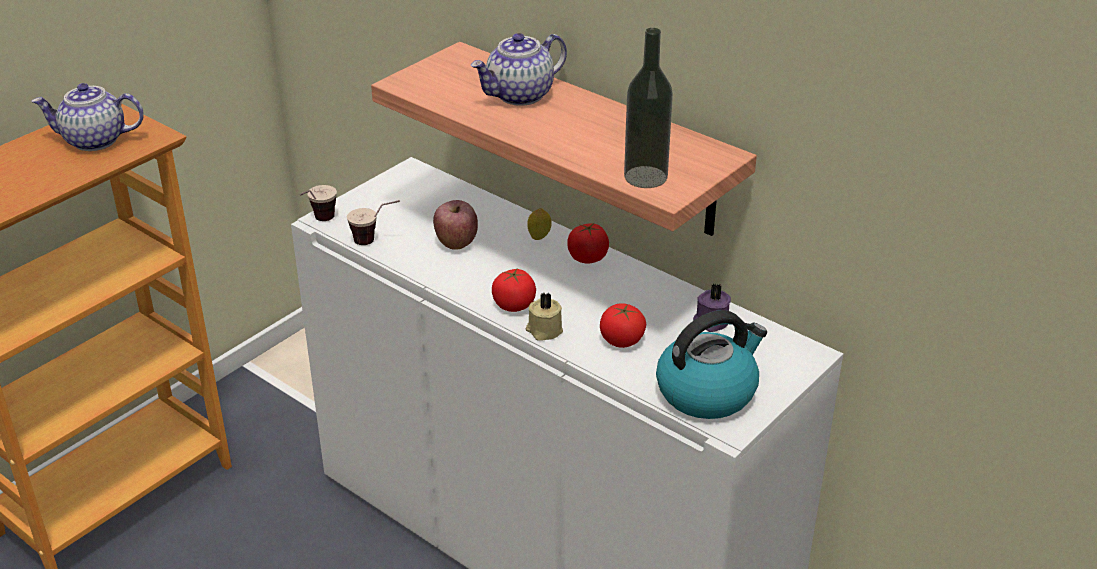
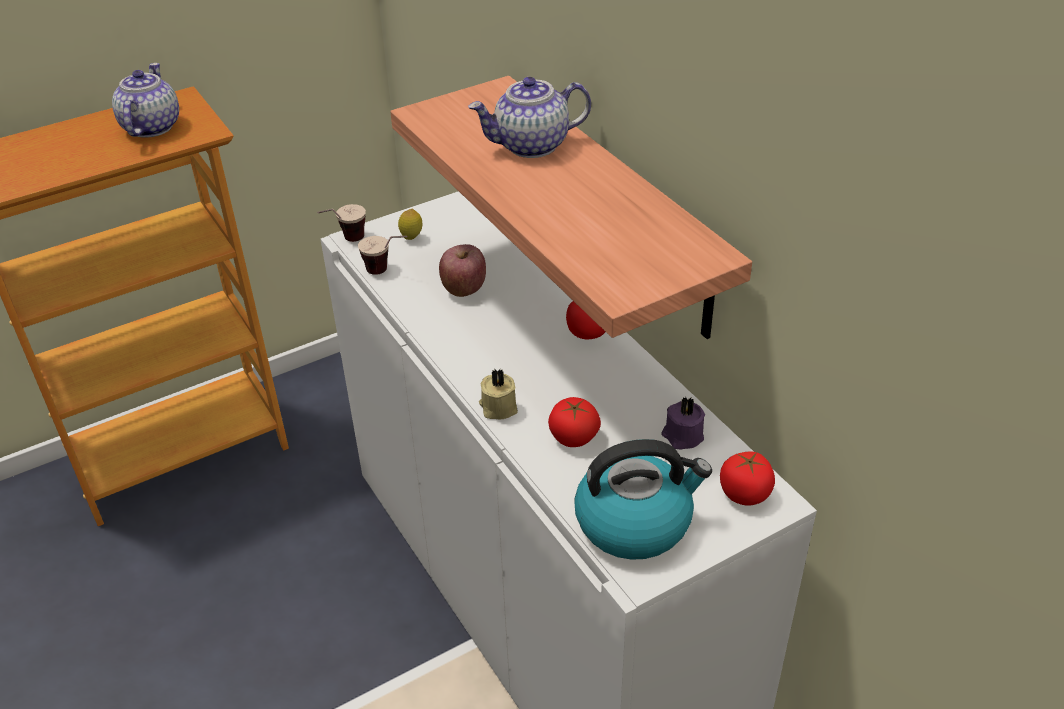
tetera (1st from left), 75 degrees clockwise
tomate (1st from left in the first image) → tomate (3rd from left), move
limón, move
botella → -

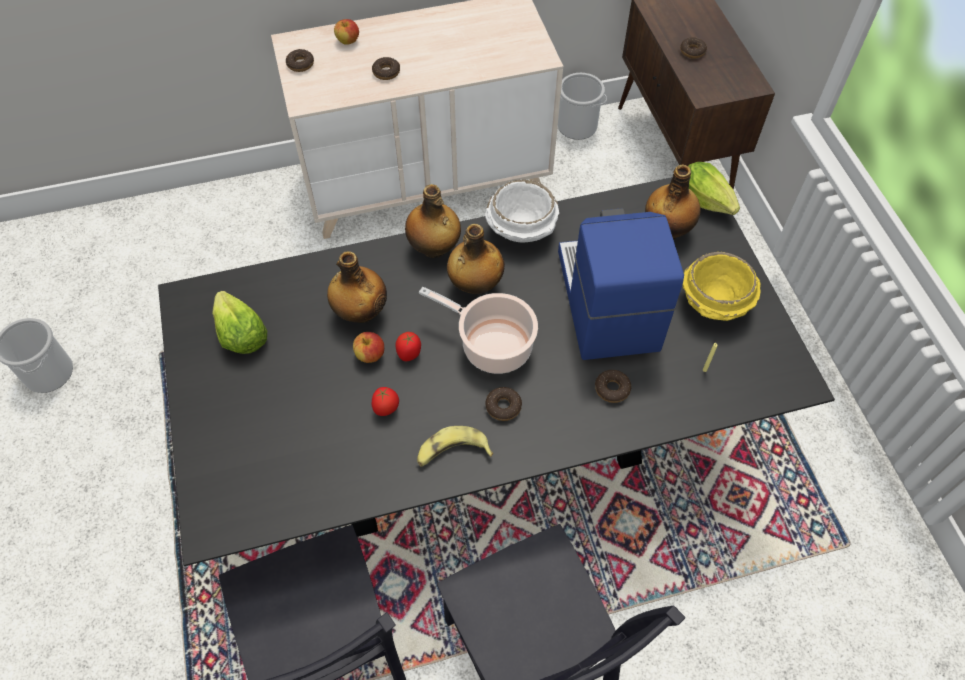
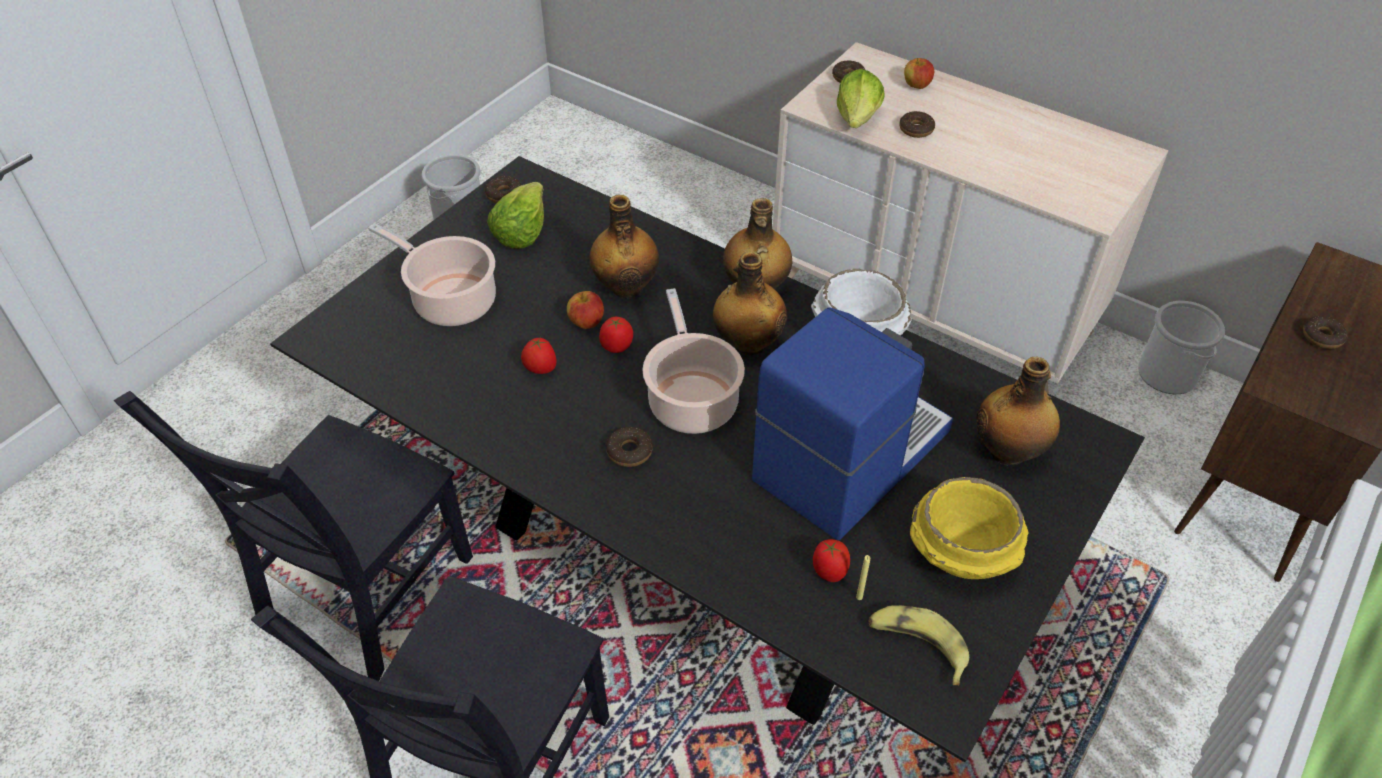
plátano, move
rosquilla (4th from left in the first image) → rosquilla (1st from left), move
lechuga (2nd from left), move
- → olla (1st from left)
- → tomate (3rd from left)

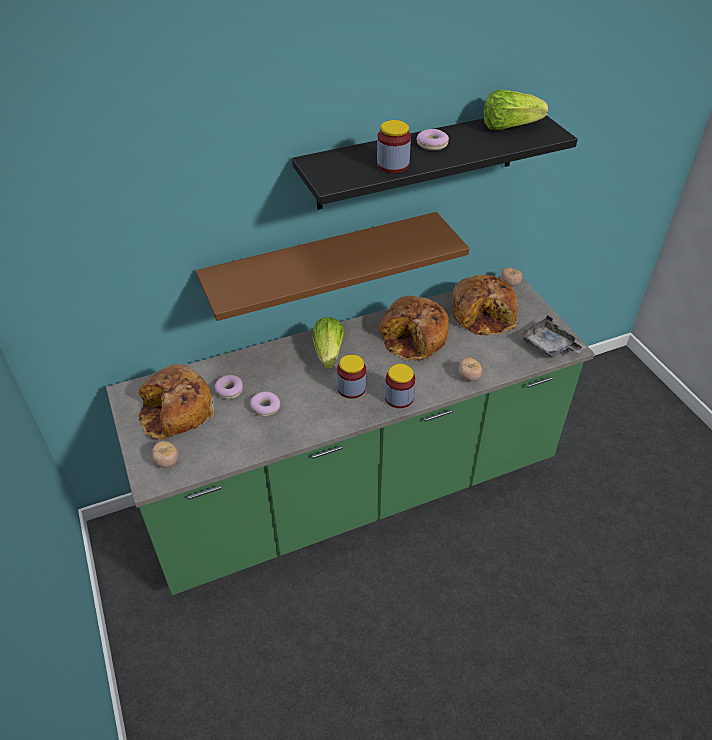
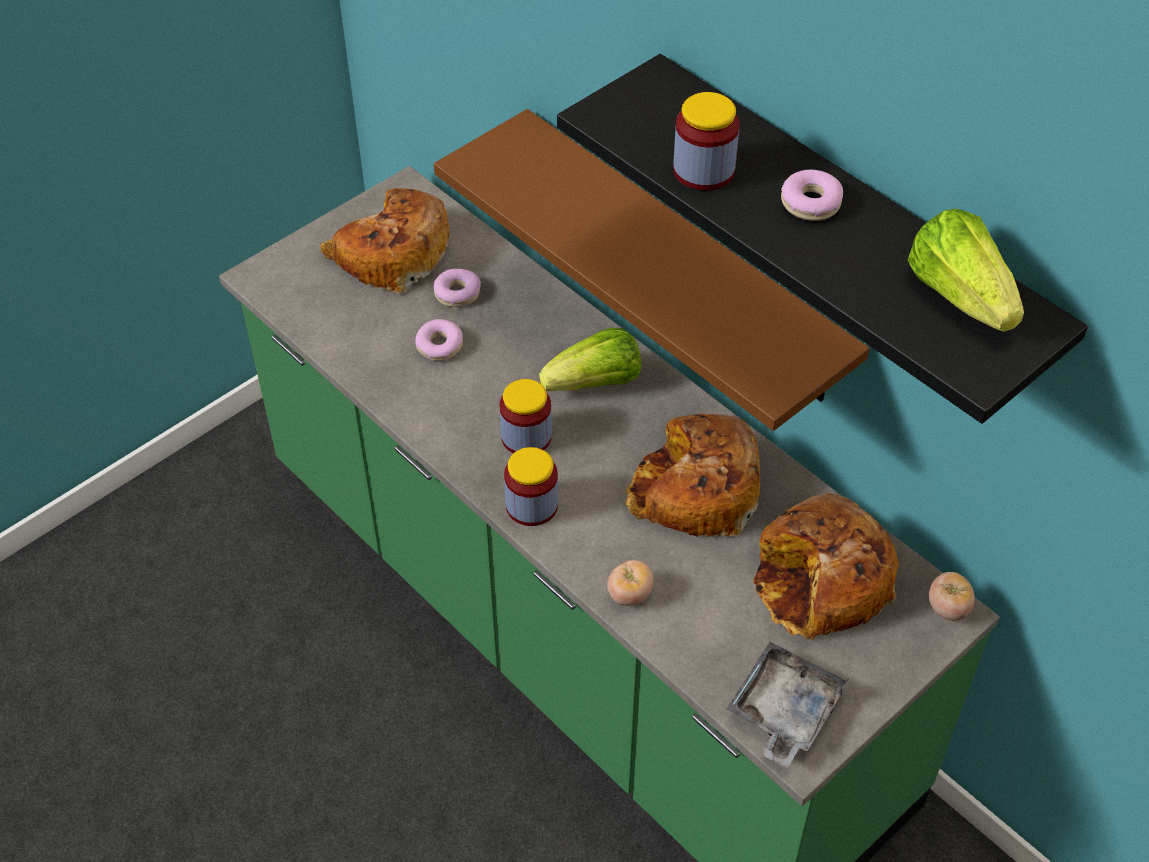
tomate (1st from left) → -

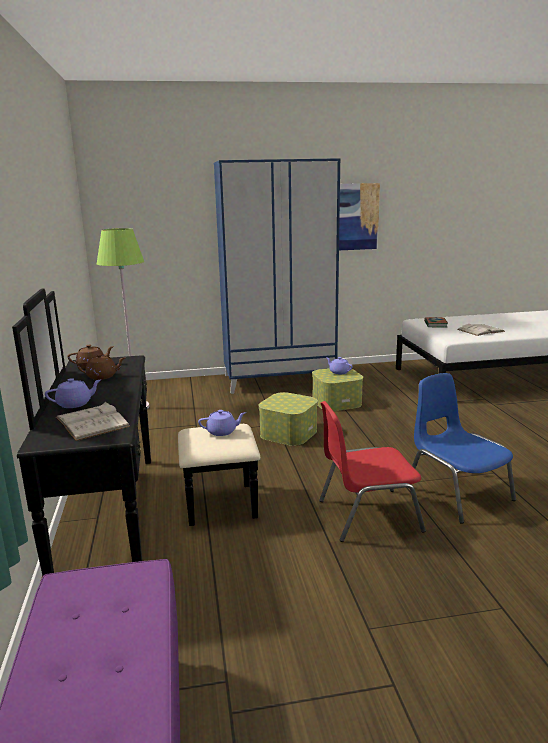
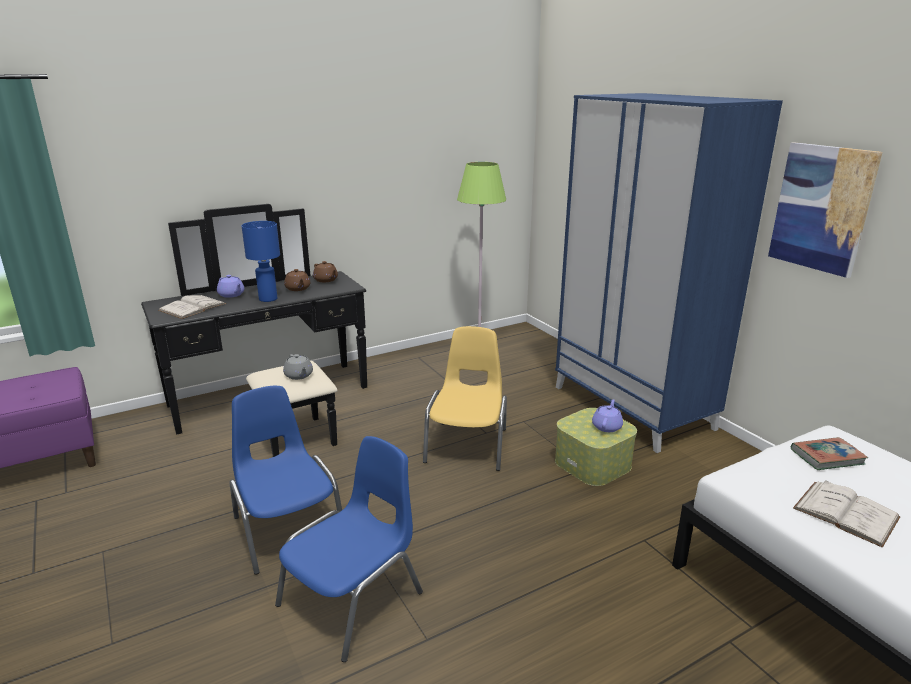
tetera (morado) (2nd from left) → tetera (gris)
caja de almacenaje (1st from left) → silla (amarillo)
silla (rojo) → silla (azul) (1st from left)
- → lámpara de mesa (azul)

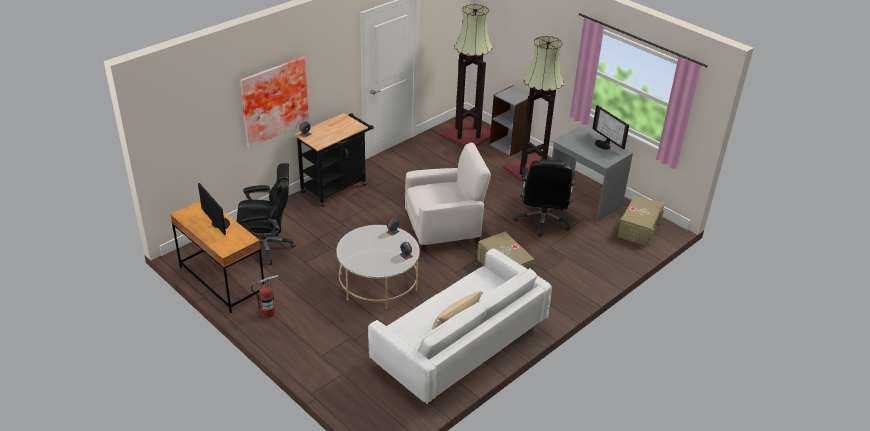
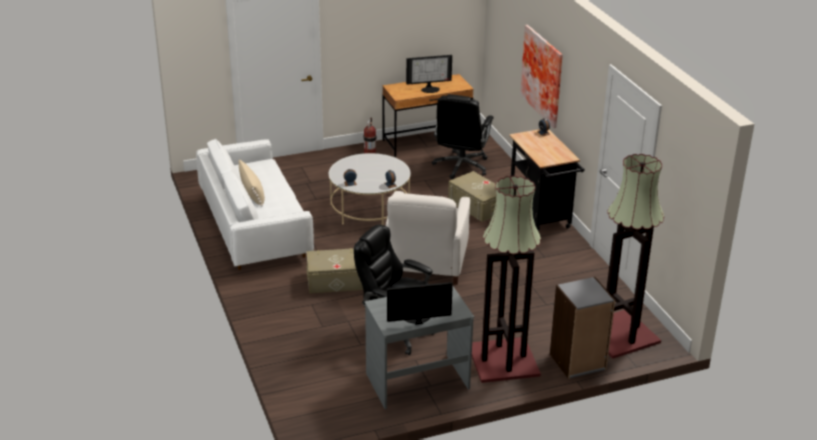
caja de almacenaje (beis) (2nd from left), move

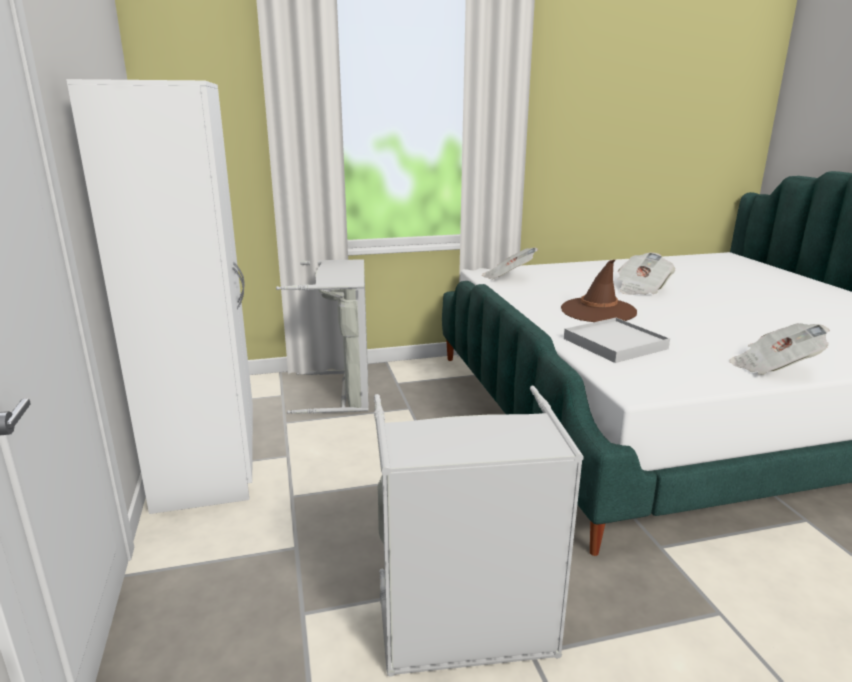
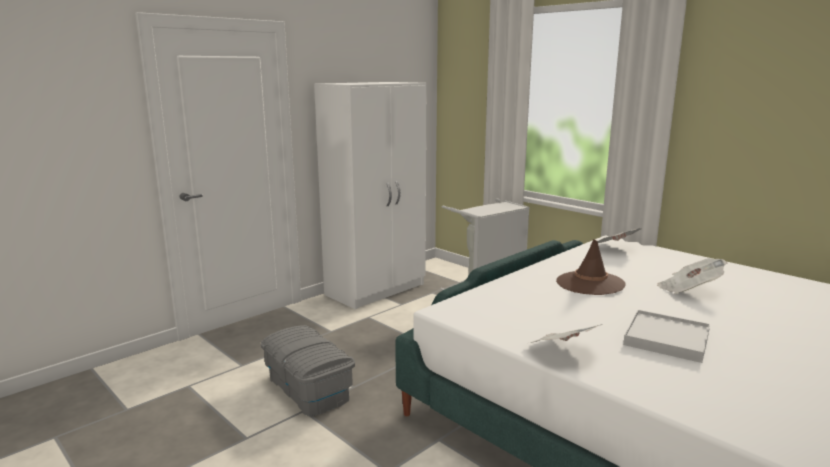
cesto de la ropa (gris) (2nd from left) → caja de almacenaje (gris)
bandeja (blanco), move

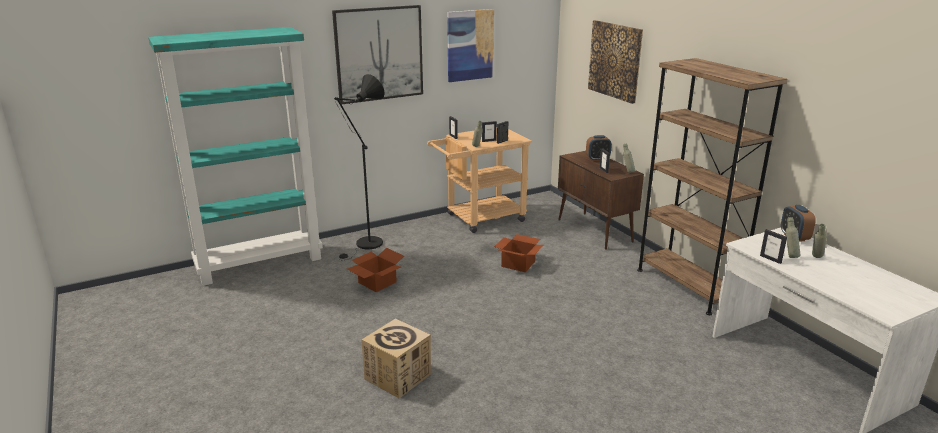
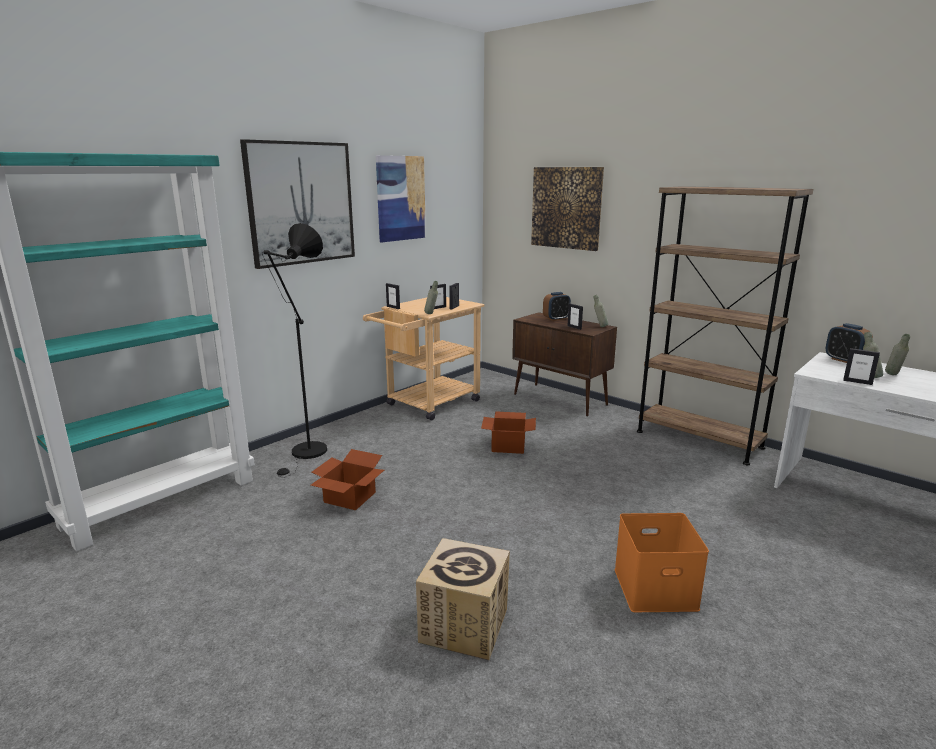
- → caja de almacenaje (naranja)

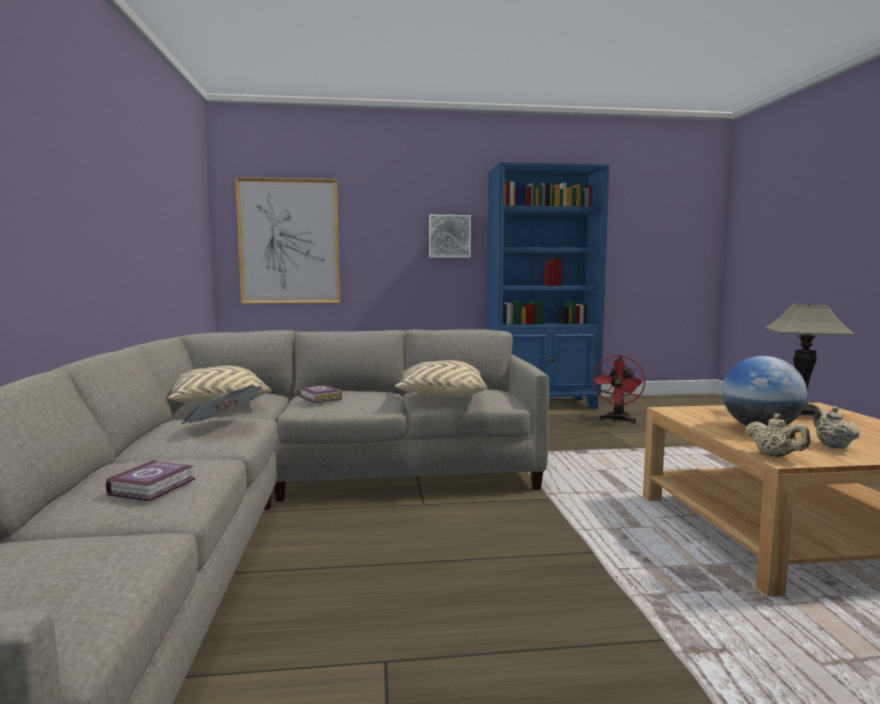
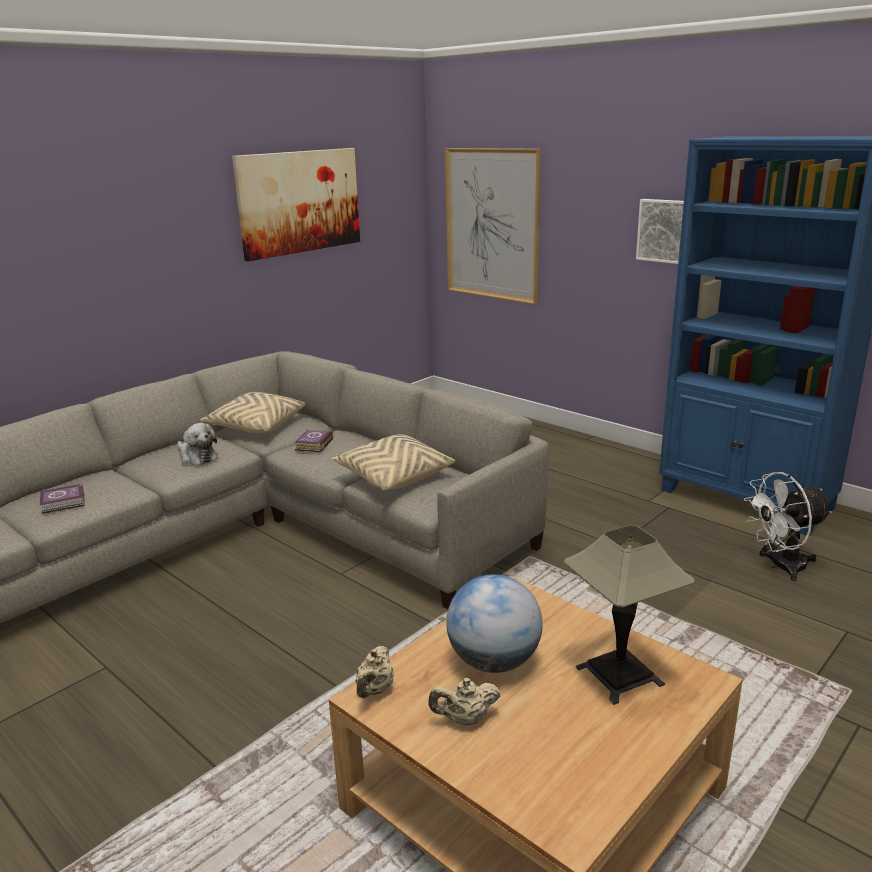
periódico → peluche
ventilador (rojo) → ventilador (blanco)
tetera (beis) (2nd from left), 150 degrees counterclockwise
- → cuadro (1st from left)

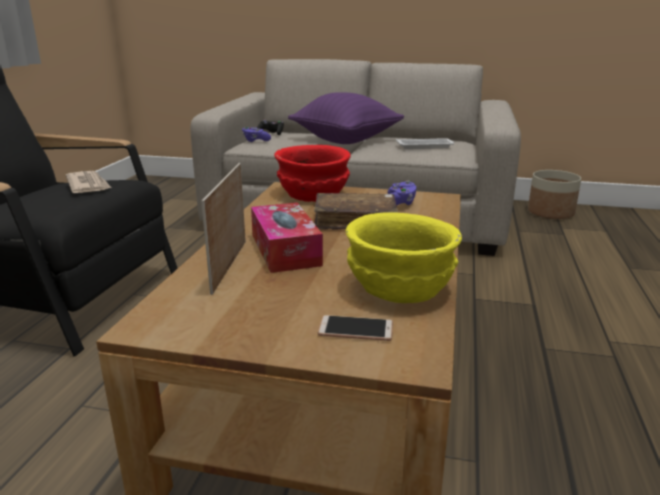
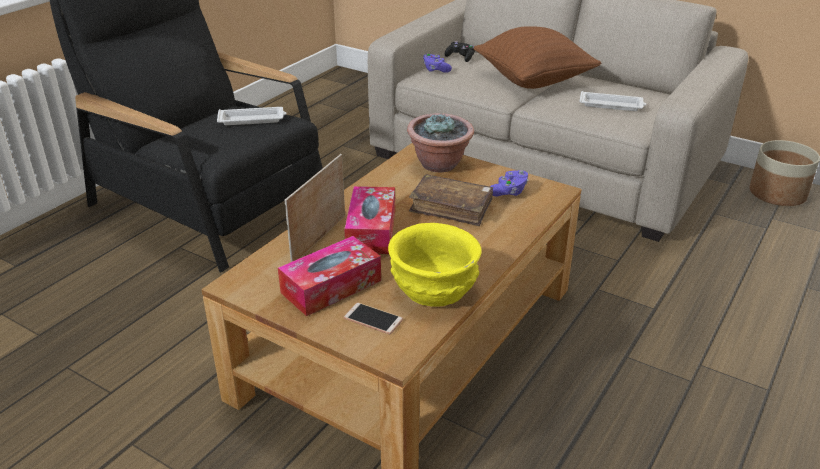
periódico → bandeja (blanco) (1st from left)
cuenco (rojo) → planta en maceta
cojín (morado) → cojín (marrón)
- → caja de pañuelos (1st from left)

